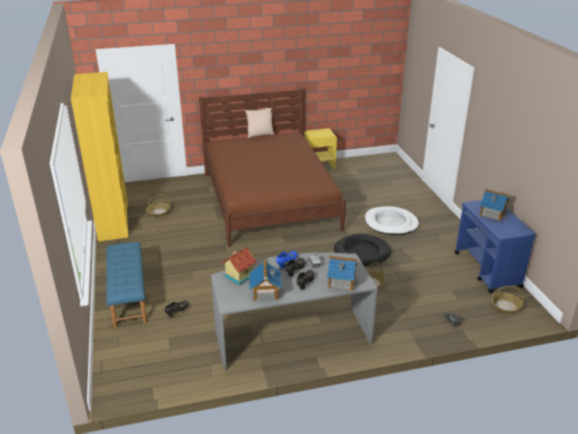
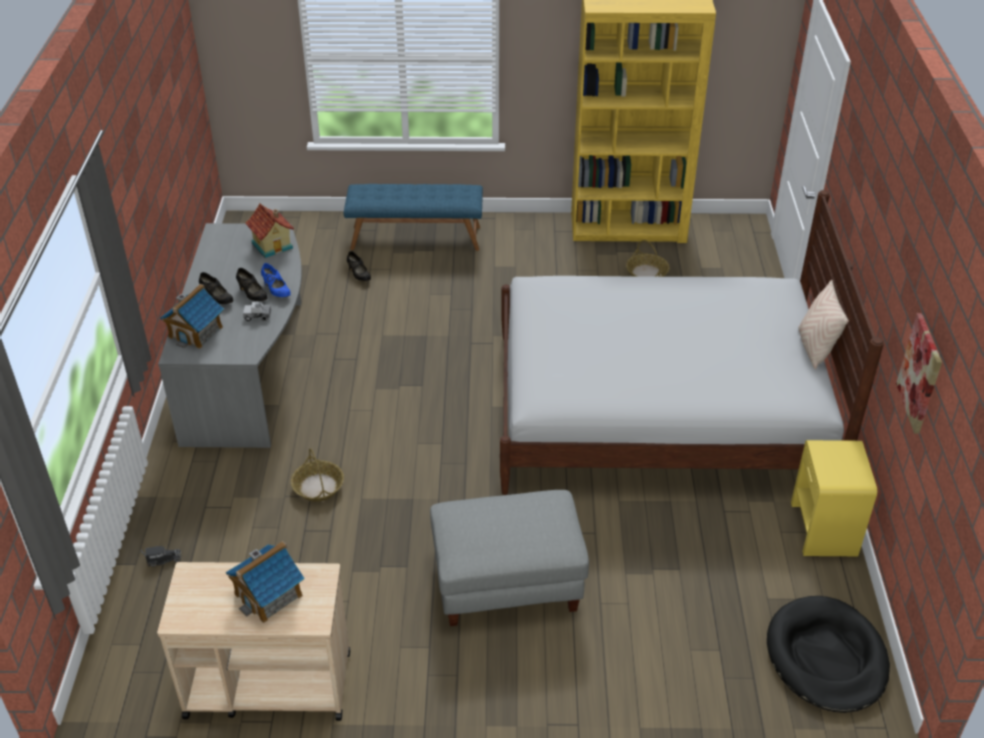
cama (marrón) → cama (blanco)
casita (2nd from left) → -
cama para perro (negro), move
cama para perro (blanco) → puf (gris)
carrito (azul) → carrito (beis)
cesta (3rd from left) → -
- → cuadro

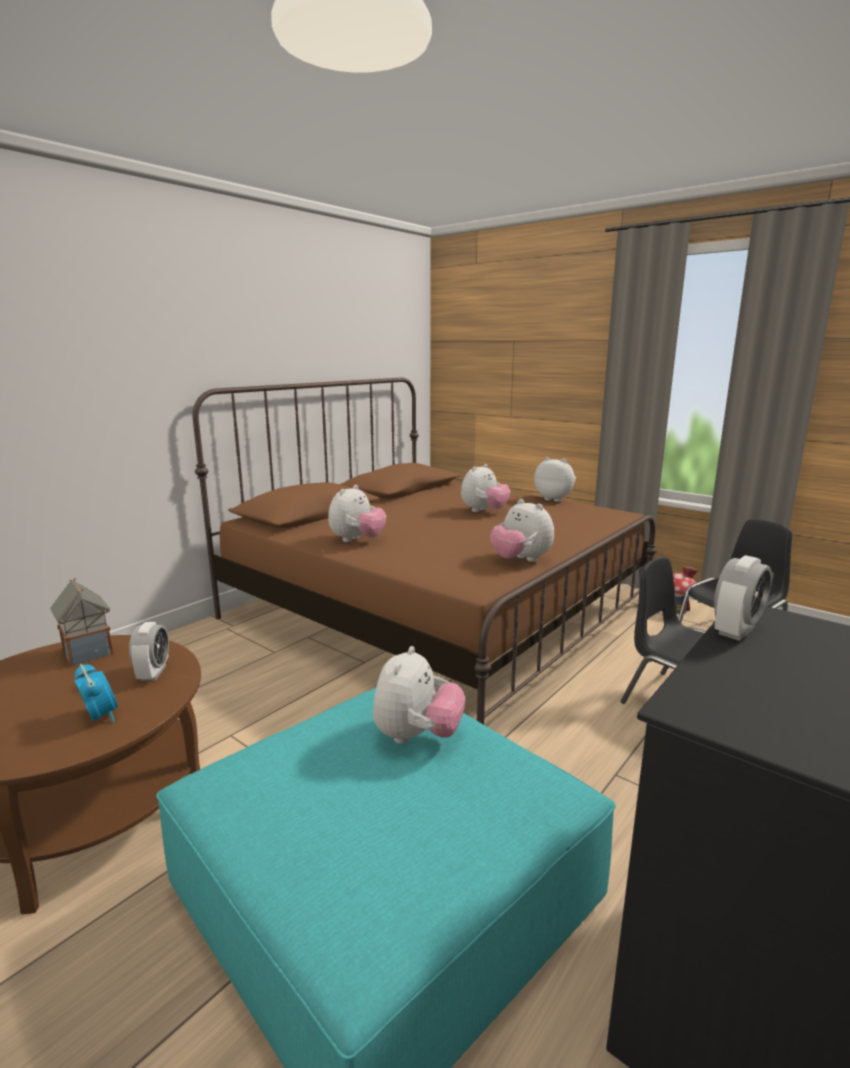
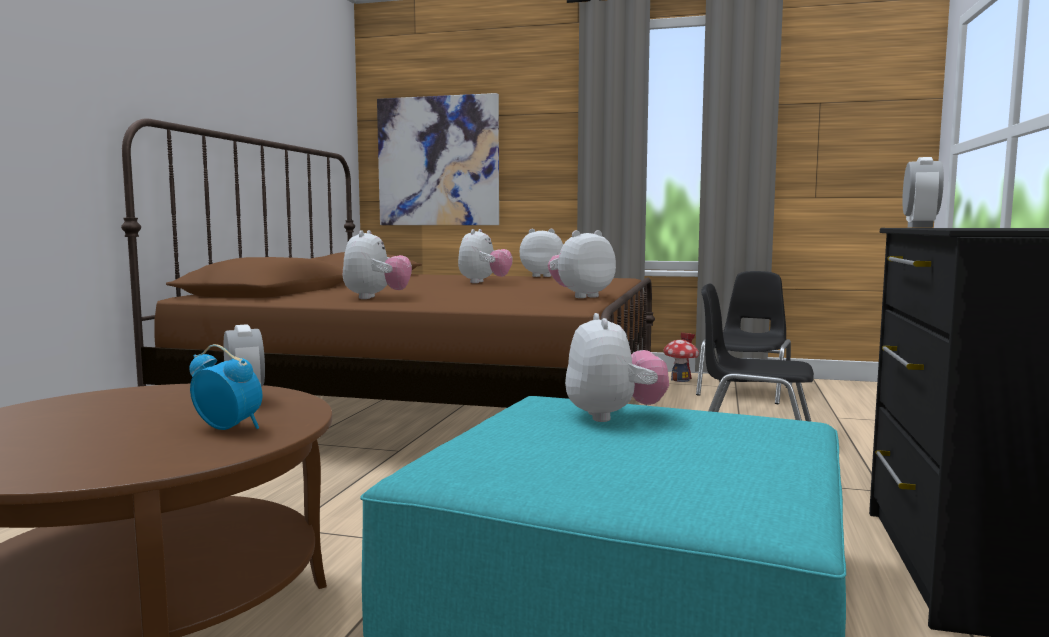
casita (1st from left) → -
peluche (4th from left), 120 degrees clockwise
- → cuadro

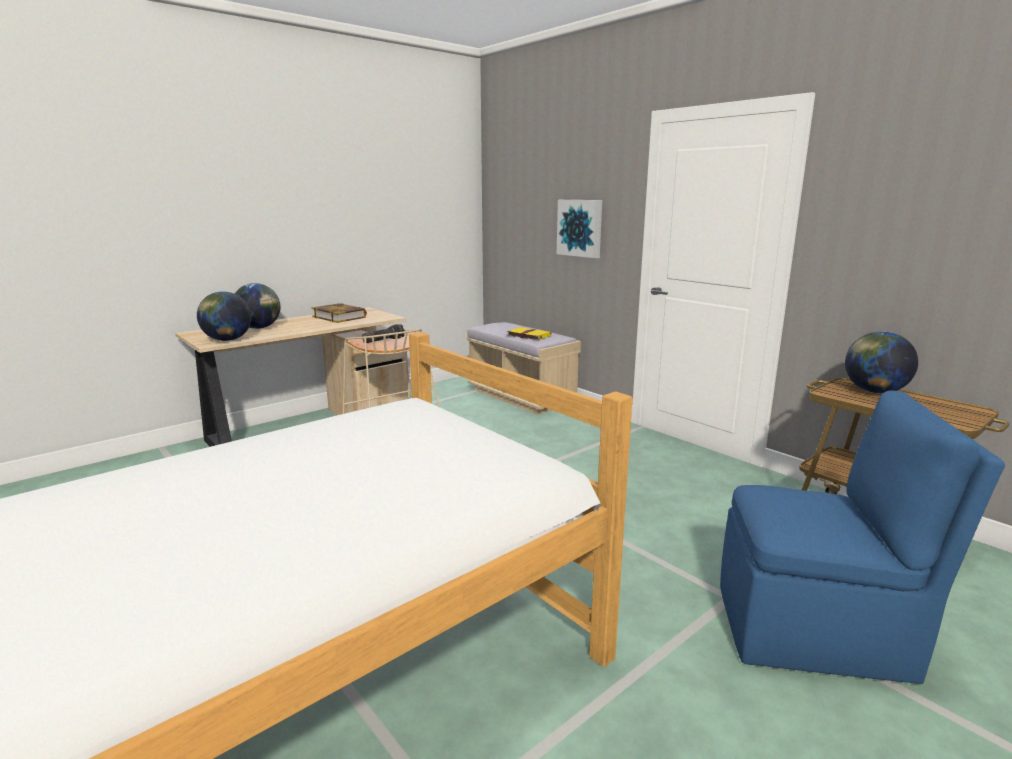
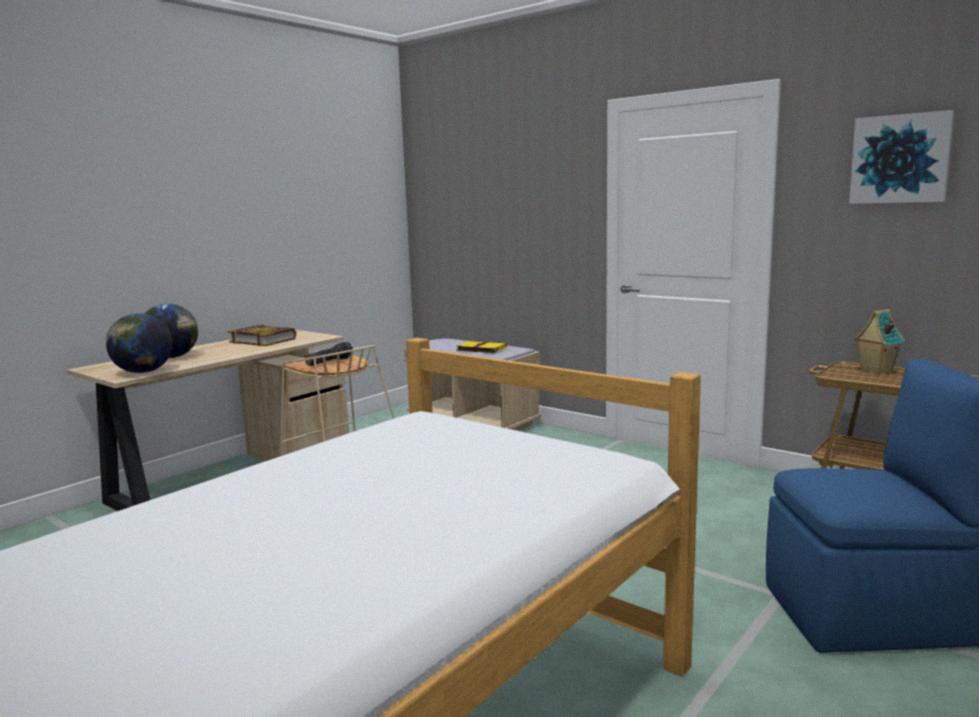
cuadro, move
globo terráqueo (3rd from left) → casita

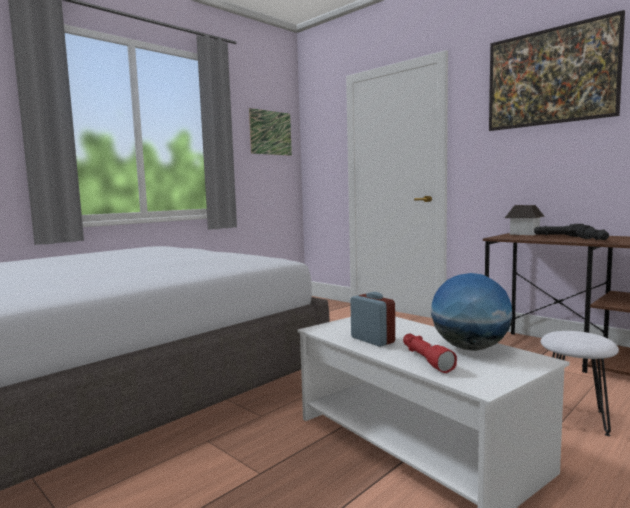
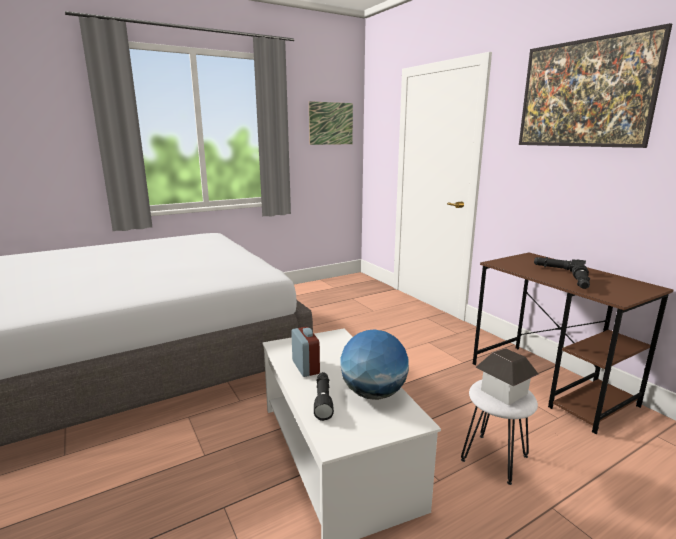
linterna (rojo) → linterna (negro) (1st from left)
casita, move

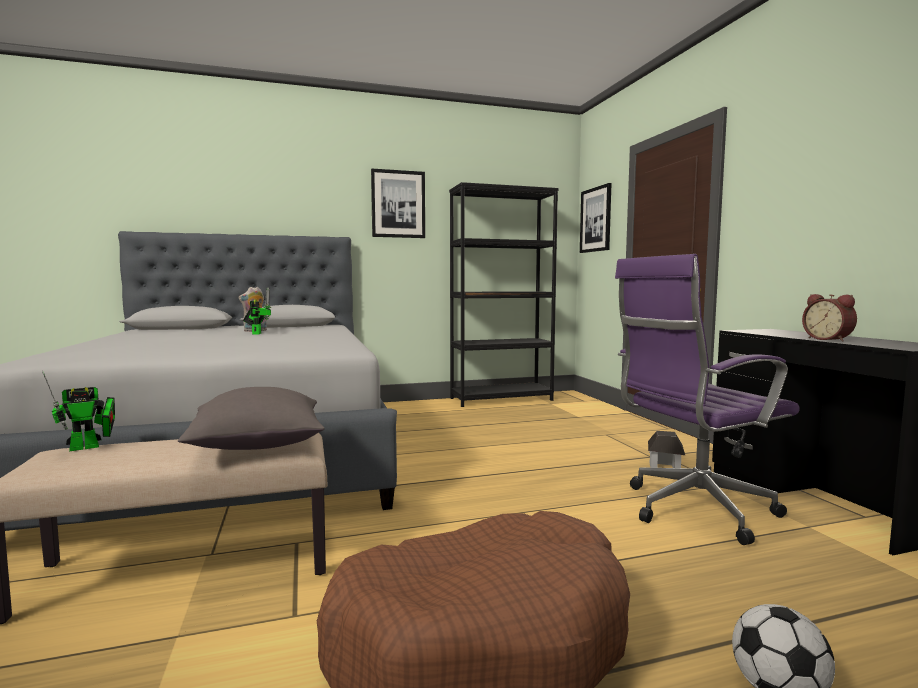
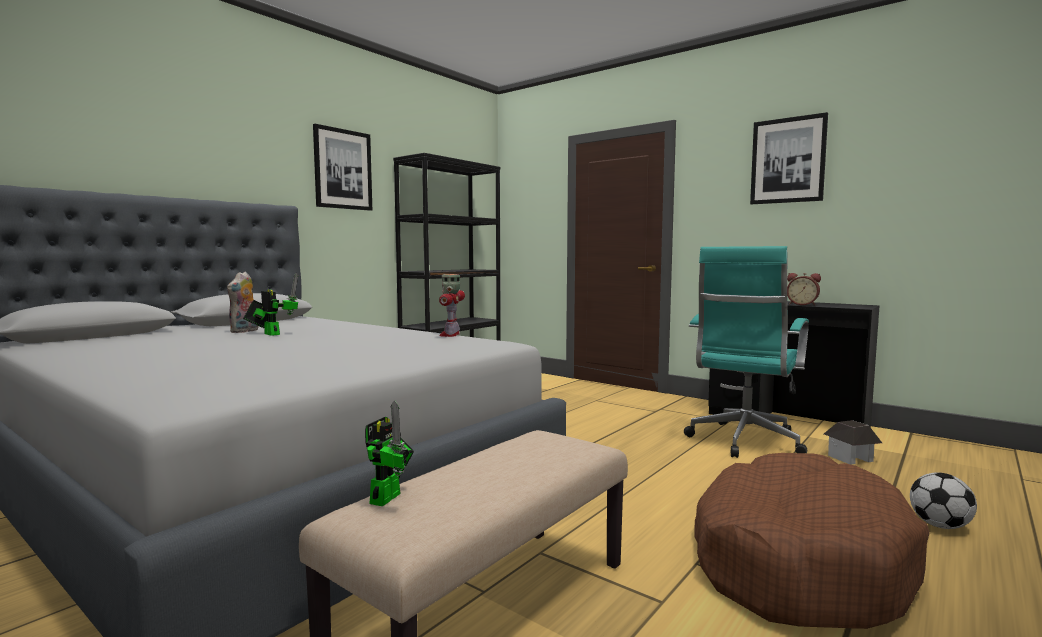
cojín (gris) → -
cuadro (2nd from left), move
silla de oficina (morado) → silla de oficina (turquesa)
casita, move
- → robot de juguete (3rd from left)

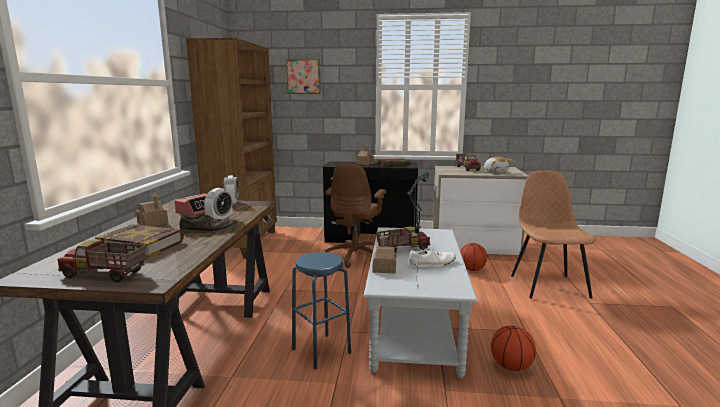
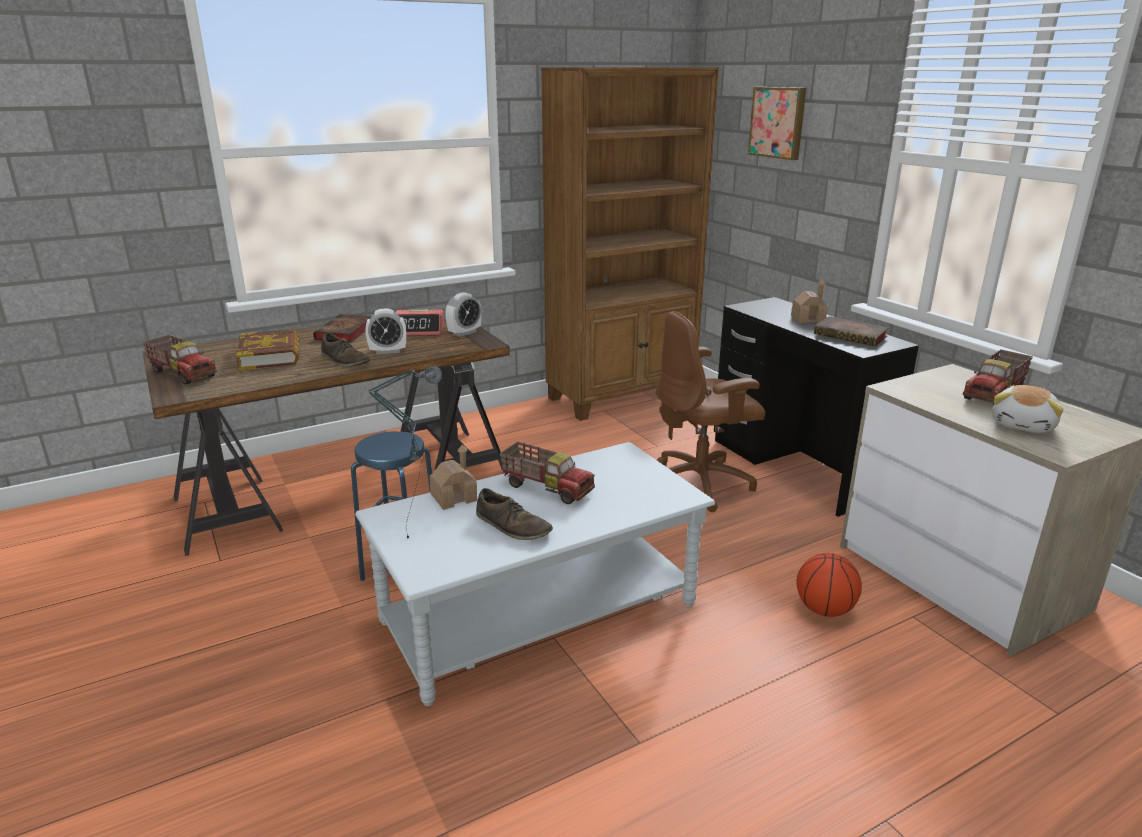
camión de juguete (1st from left), 150 degrees clockwise
casita (1st from left) → libro (2nd from left)
zapato (blanco) → zapato (marrón) (2nd from left)
balón de baloncesto (2nd from left) → -
silla (marrón) → -

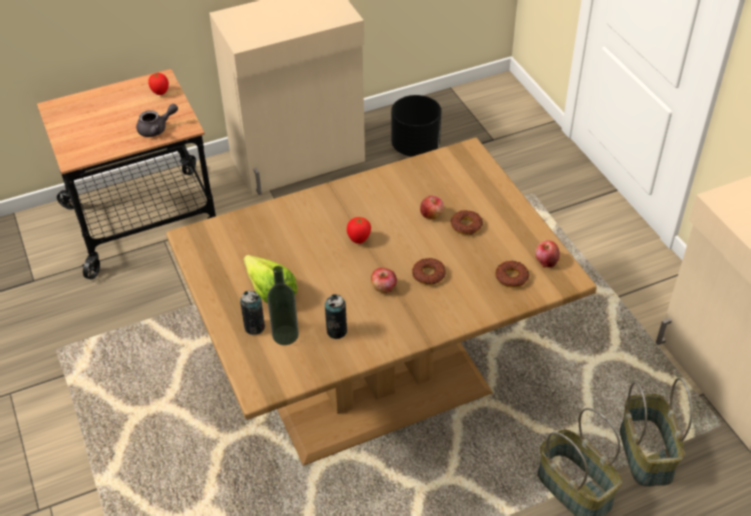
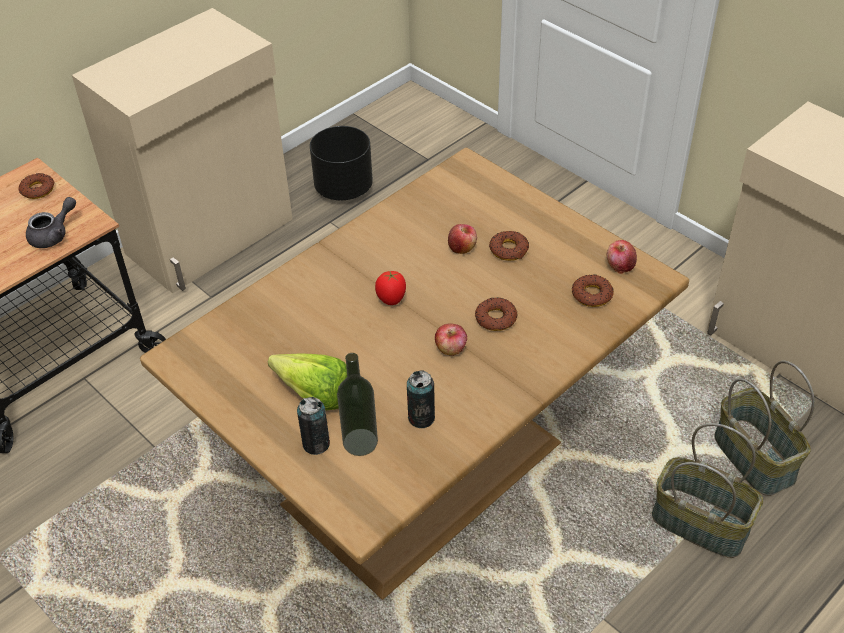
tomate (1st from left) → rosquilla (1st from left)

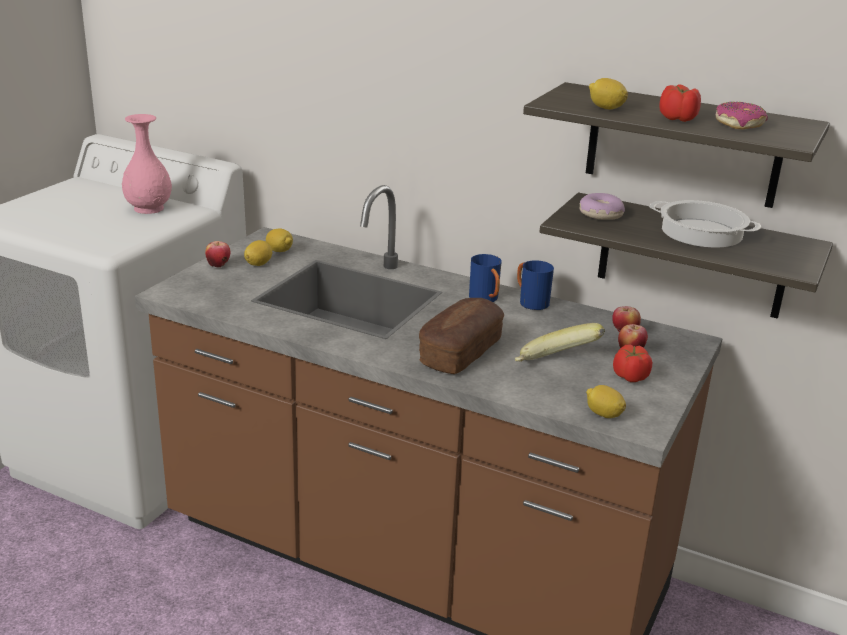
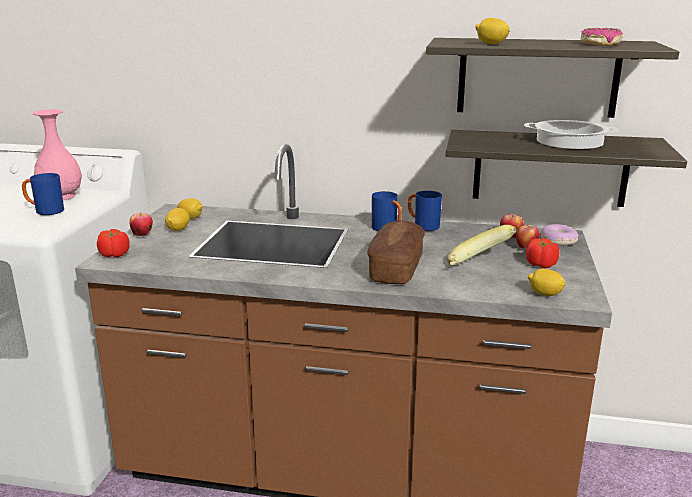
rosquilla (1st from left), move
tomate (2nd from left in the first image) → tomate (1st from left), move
- → taza grande (azul) (1st from left)

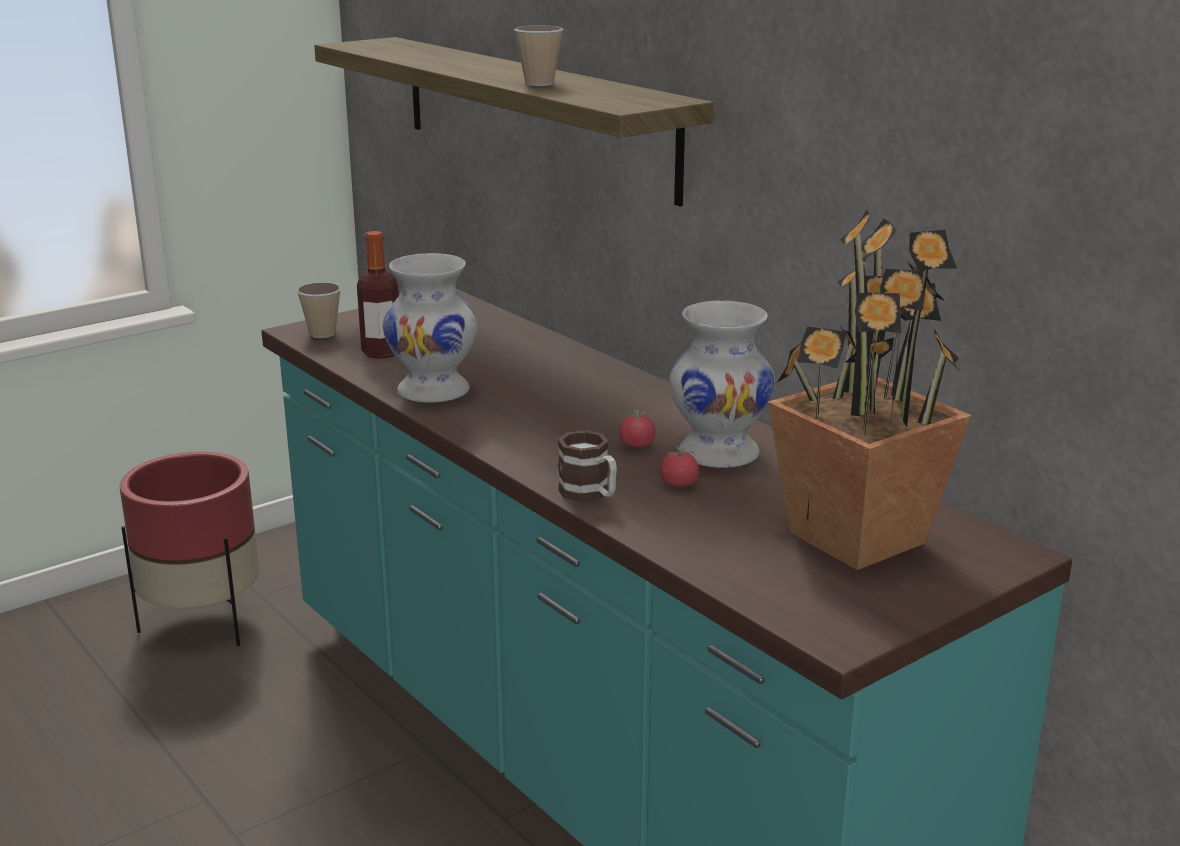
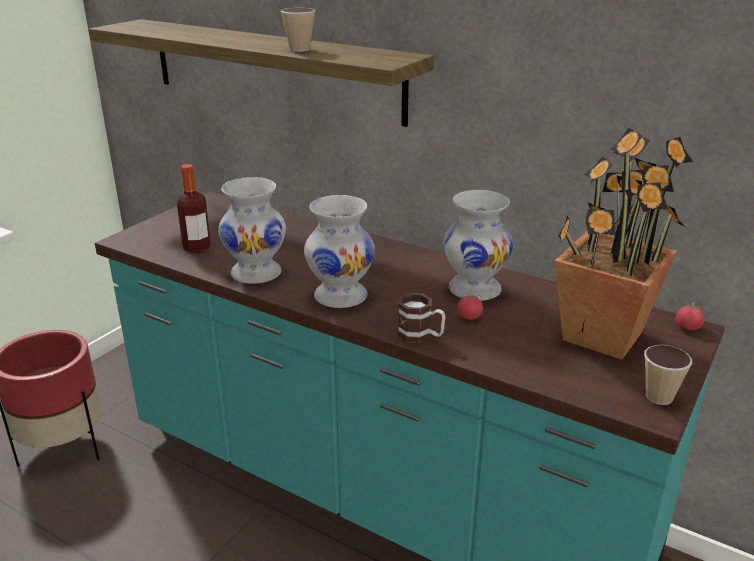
taza (1st from left in the first image) → taza (2nd from left), move
tomate (1st from left in the first image) → tomate (2nd from left), move
- → florero (blanco) (2nd from left)

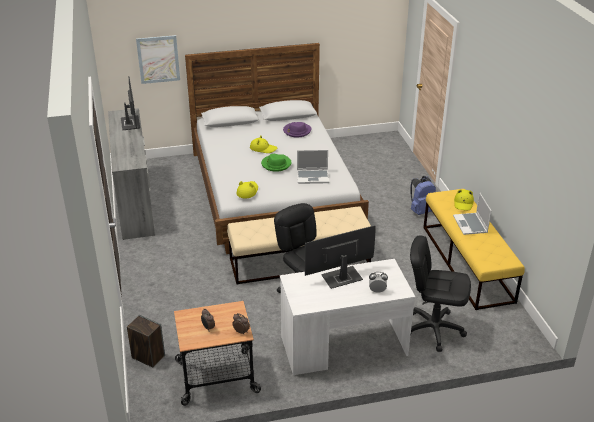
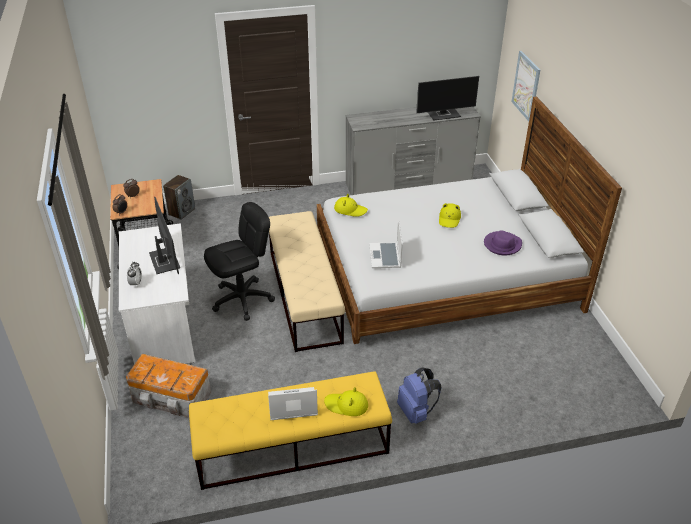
sombrero (verde) → -
silla de oficina (negro) (2nd from left) → caja de almacenaje

